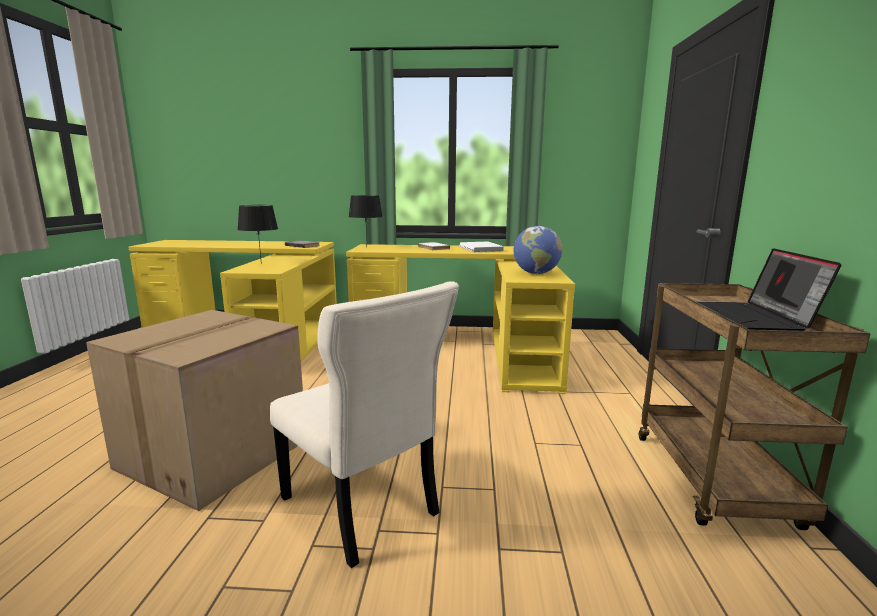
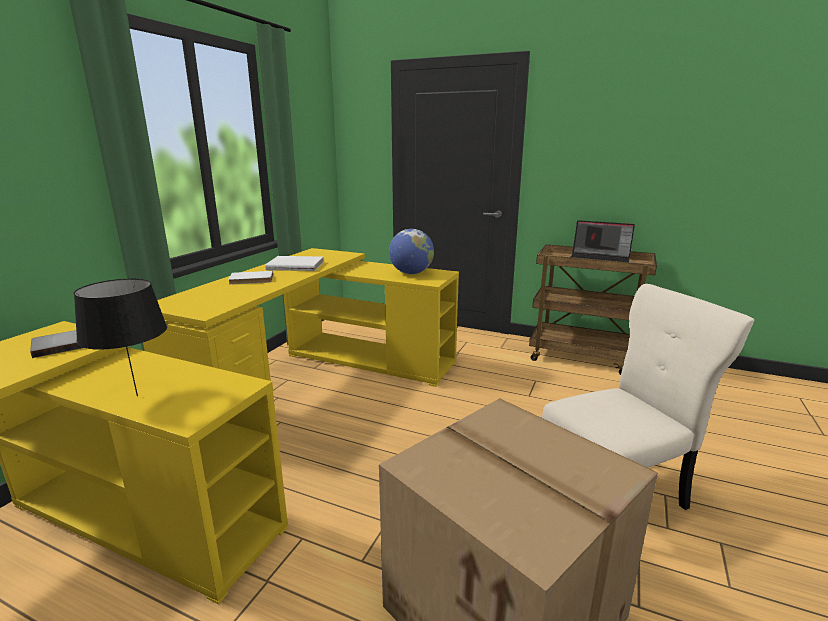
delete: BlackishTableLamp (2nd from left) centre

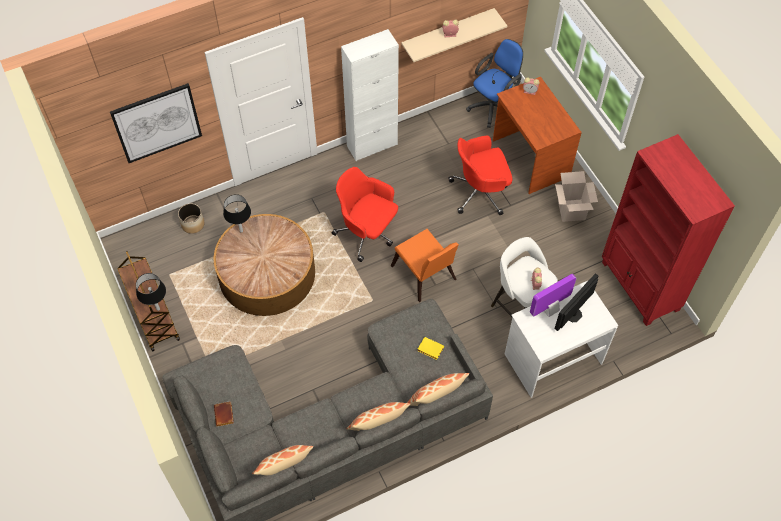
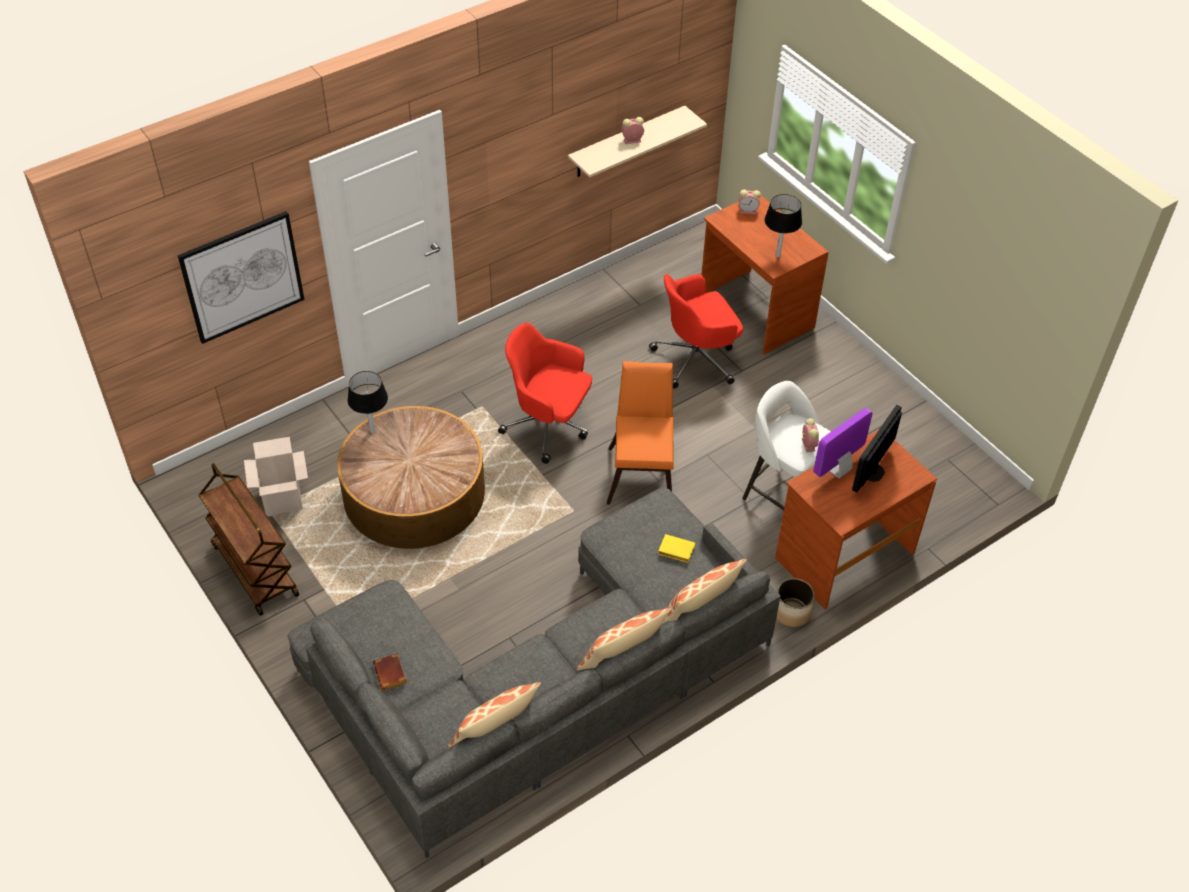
delete: WhiteStorageCabinet top centre; BluishDeskChair top centre; RedColouredBookshelf middle right
move: BlackishTableLamp (1st from left in the first image) middle left to BlackishTableLamp (2nd from left) top centre; PlantPot middle left to bottom right; CardboardBox middle right to middle left
recolor: WhiteDesk middle right to BrownColouredDesk (2nd from left) middle right
rotate: OrangeChair centre = centre 135 degrees counterclockwise

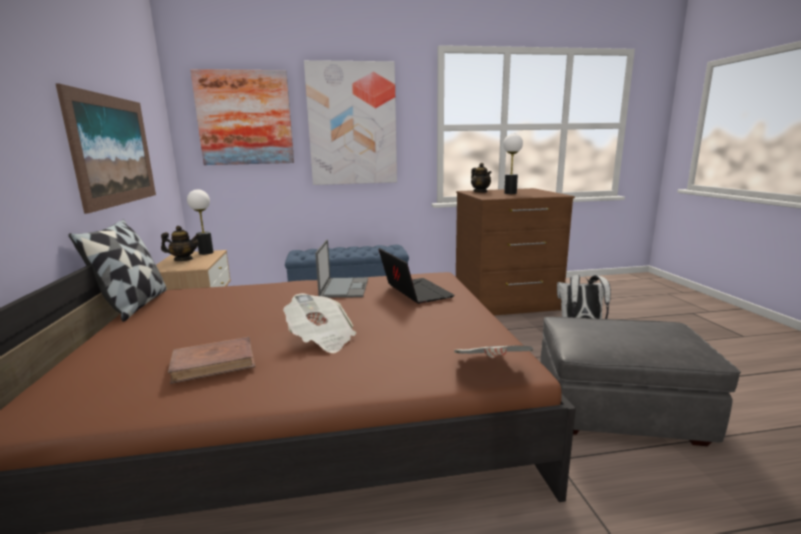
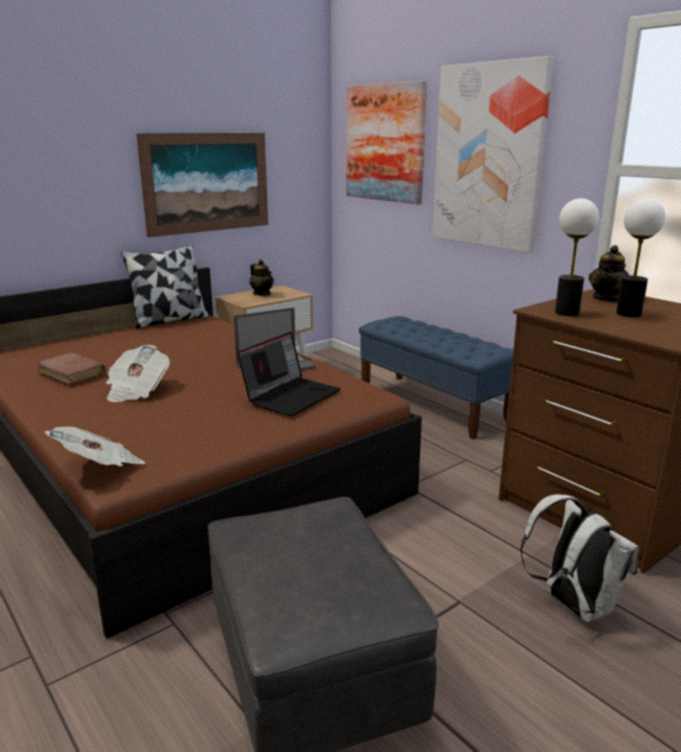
move: TableLamp (1st from left) middle left to middle right

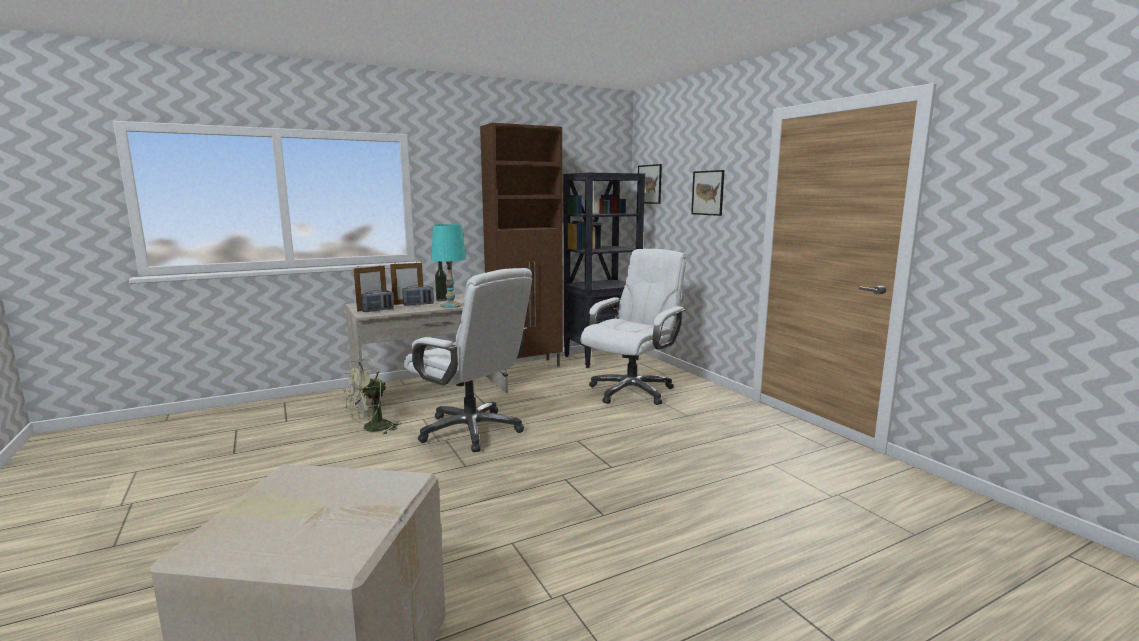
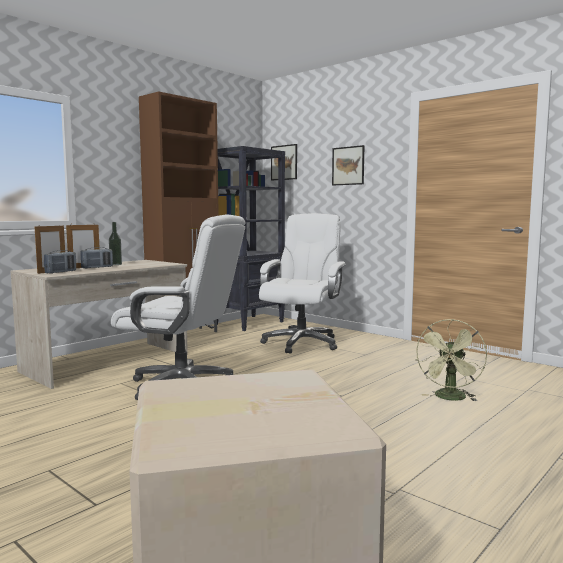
delete: TurquoiseTableLamp centre
move: GreenFan middle left to middle right

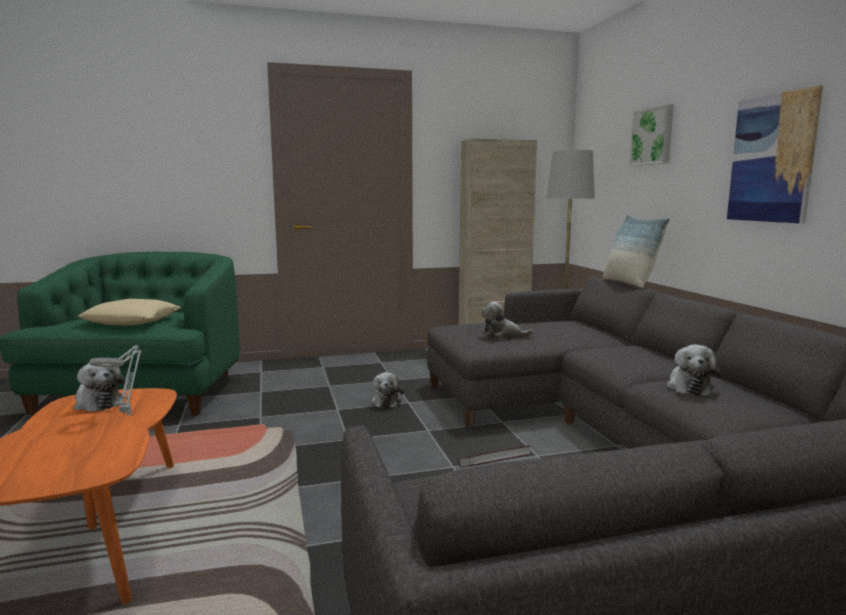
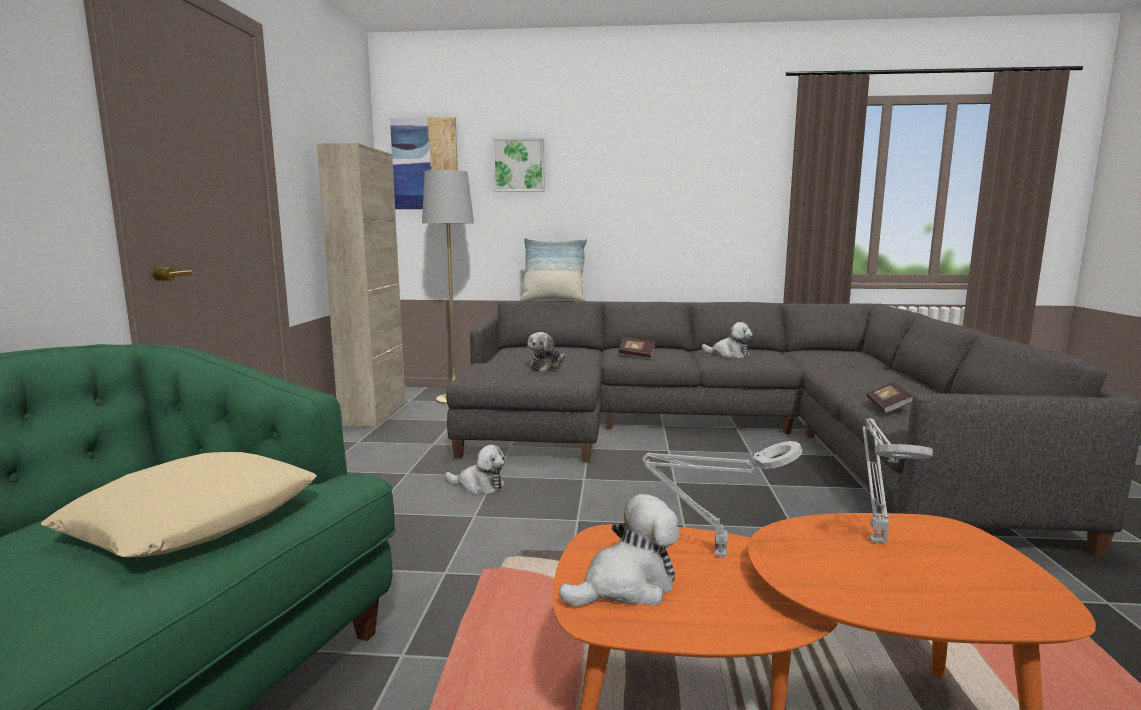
insert: BoundBook (1st from left) centre; GrayTableLamp (2nd from left) bottom right
move: Picture (2nd from left in the first image) top right to Picture (1st from left) top centre

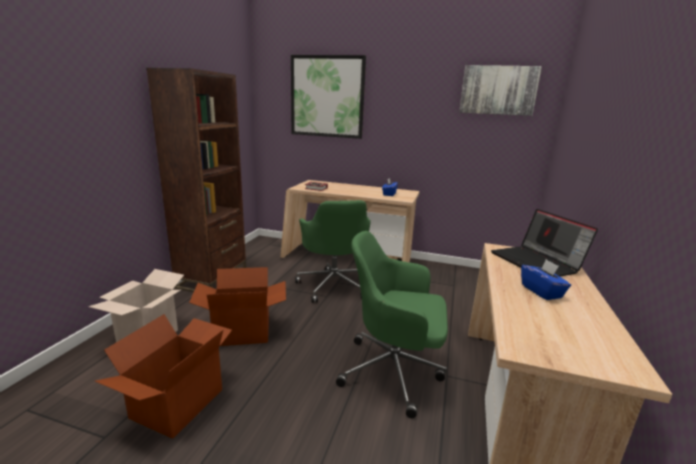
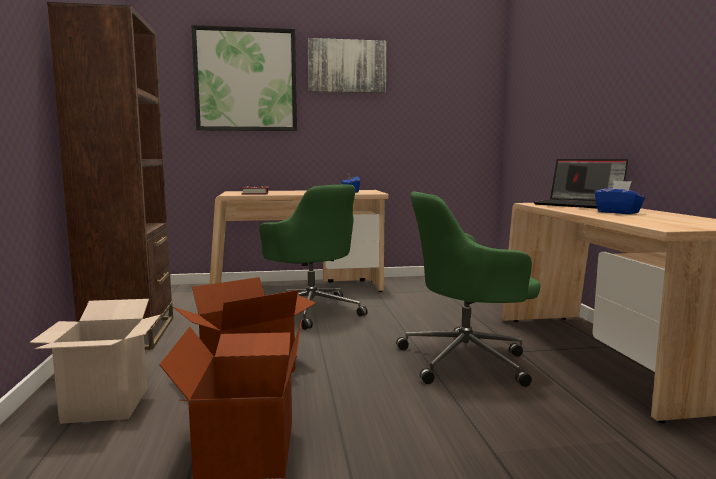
move: Picture (2nd from left) top right to top centre

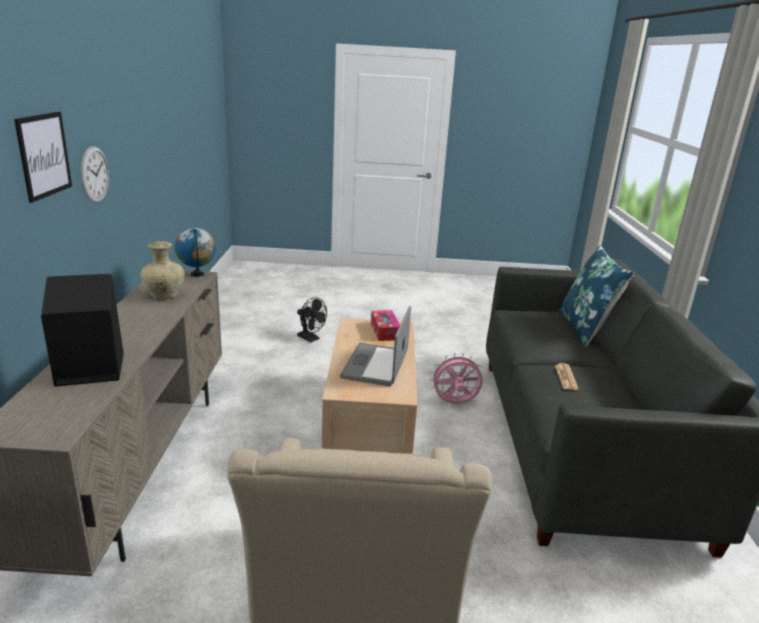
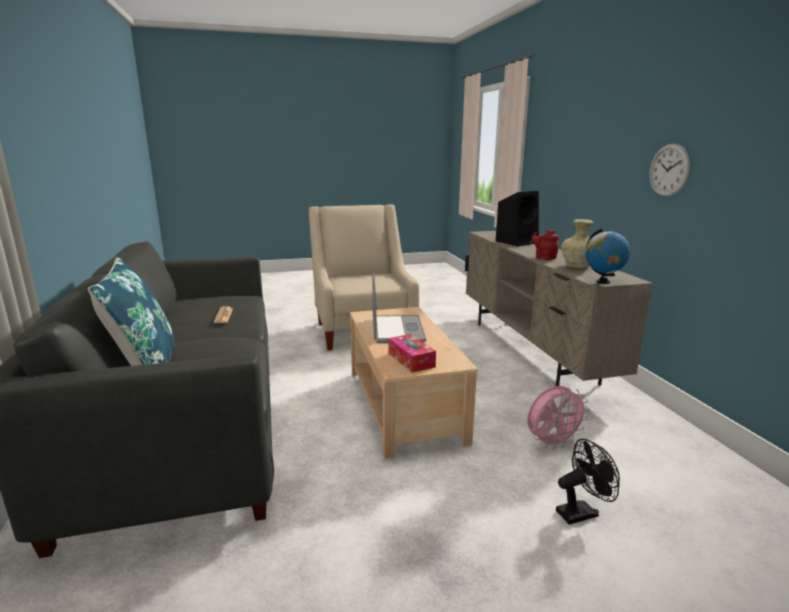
delete: Picture top left
insert: RedColouredTeaPot middle right
move: PinkFan centre to bottom right
rotate: BlackishFan centre = bottom right 135 degrees clockwise

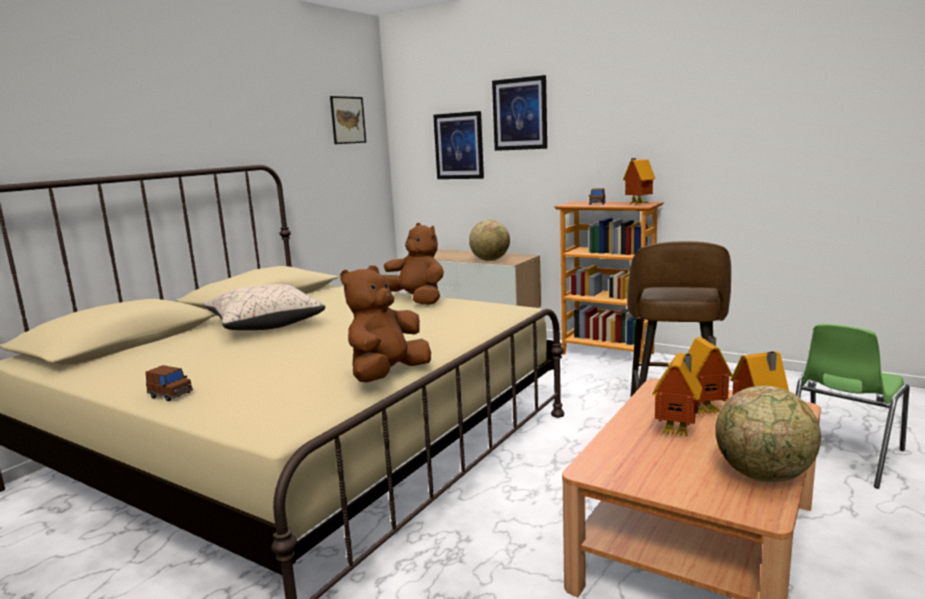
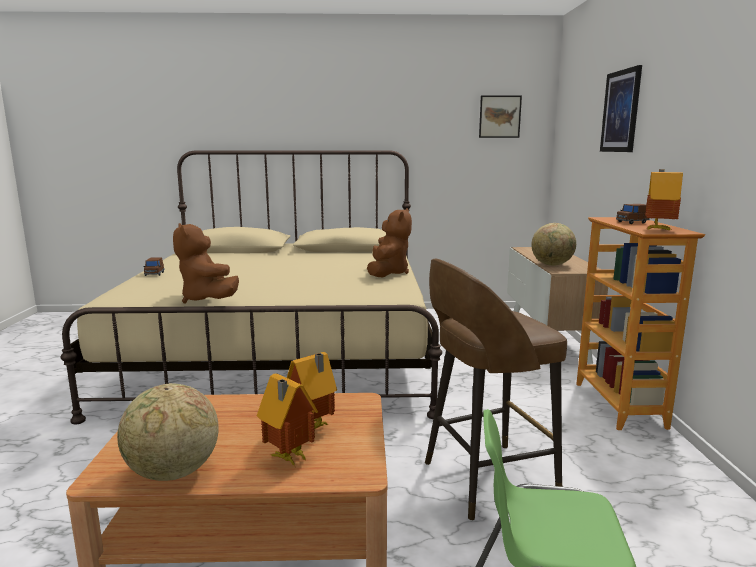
delete: SandColouredCushion middle left; Picture (2nd from left) top centre; MiniatureHouse (2nd from left) middle right
rotate: BrownColouredSoftToy (1st from left) centre = middle left 120 degrees counterclockwise

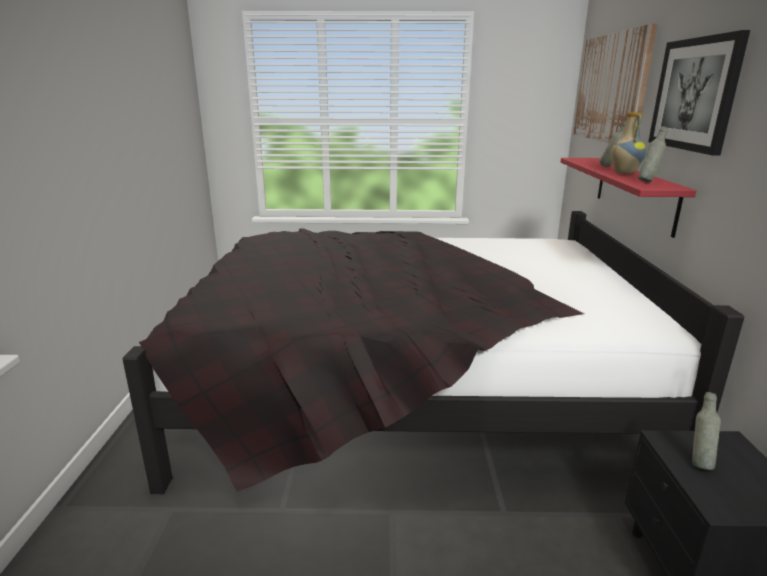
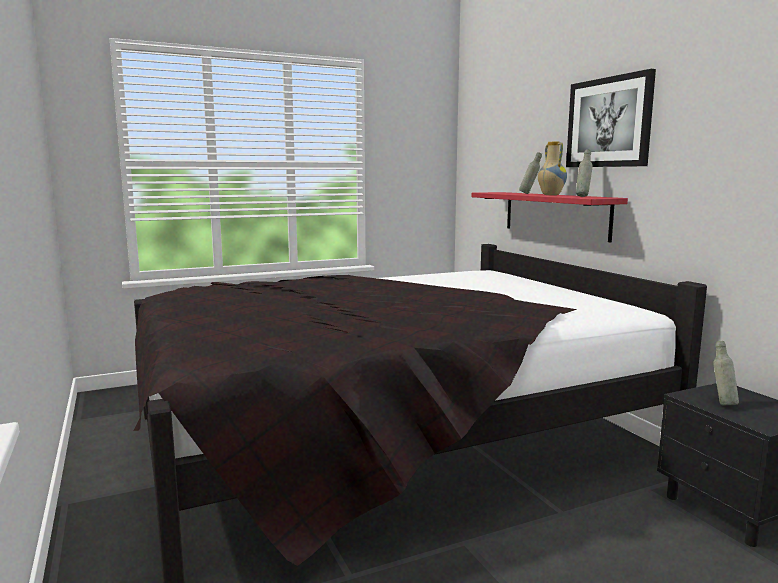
delete: Picture (1st from left) top right

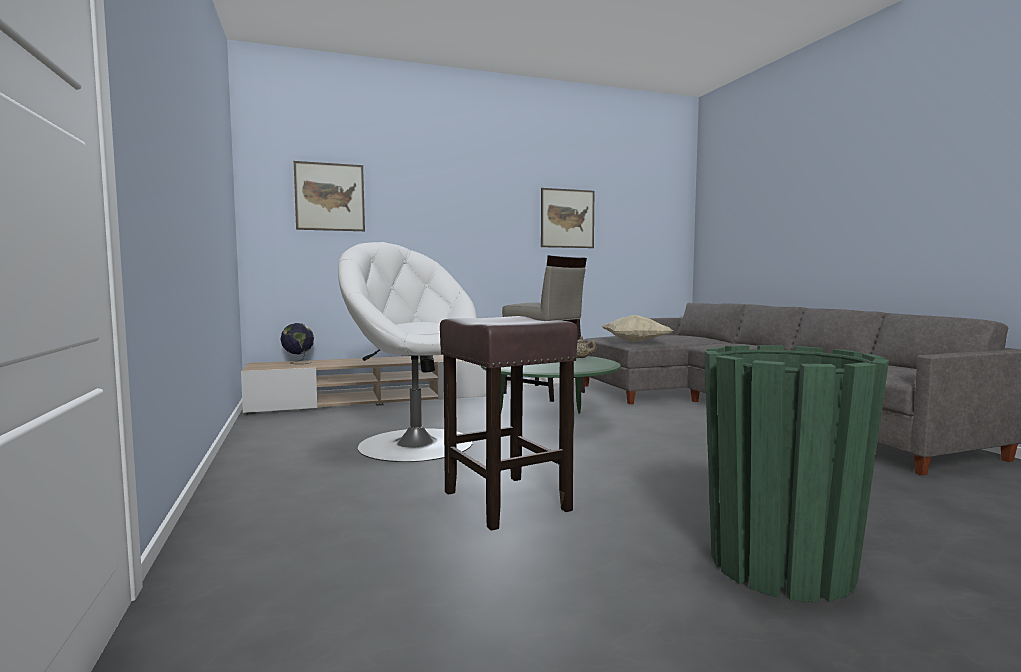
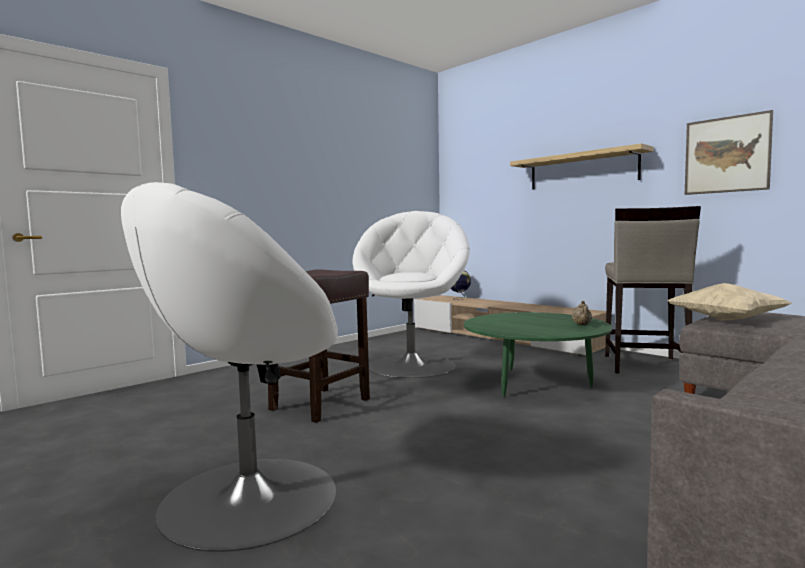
delete: Picture (1st from left) top left
insert: BracketShelf top right
replace: GreenPlantPot bottom right to WhiteArmchair (1st from left) middle left

